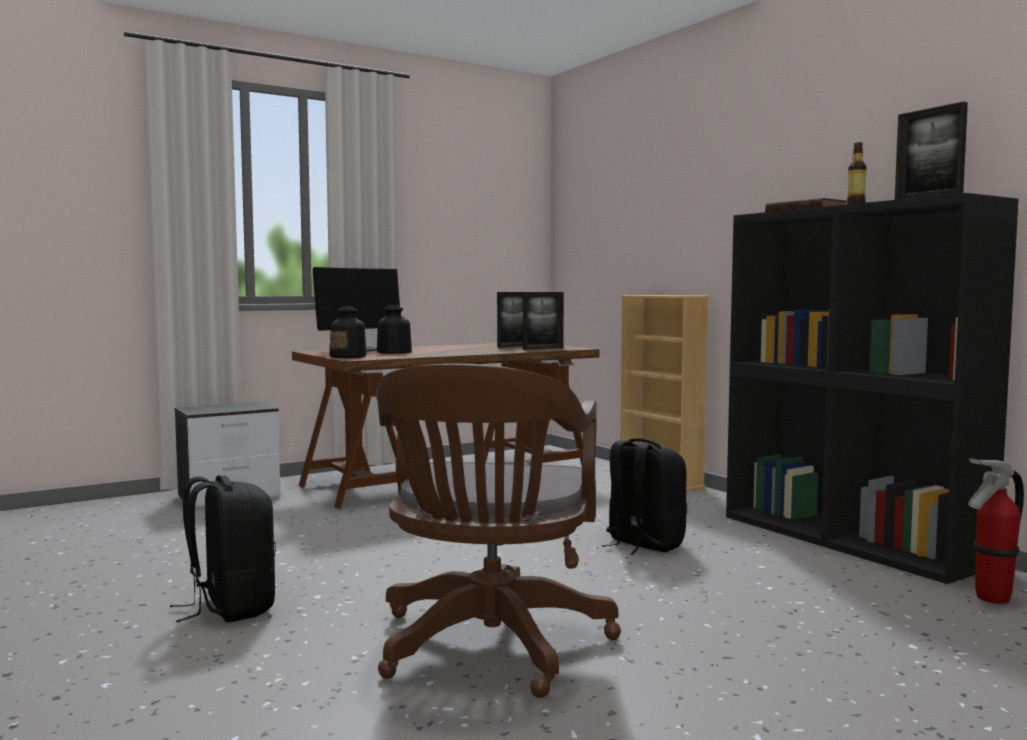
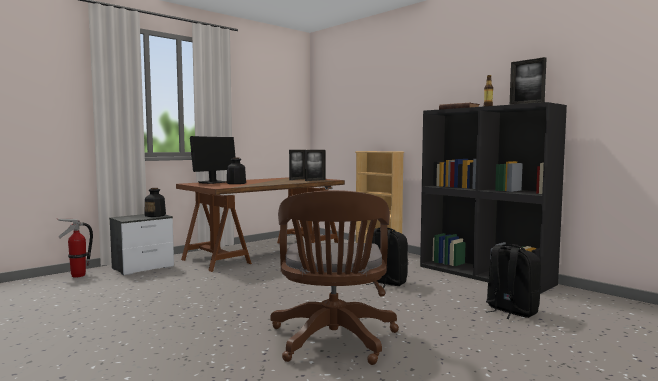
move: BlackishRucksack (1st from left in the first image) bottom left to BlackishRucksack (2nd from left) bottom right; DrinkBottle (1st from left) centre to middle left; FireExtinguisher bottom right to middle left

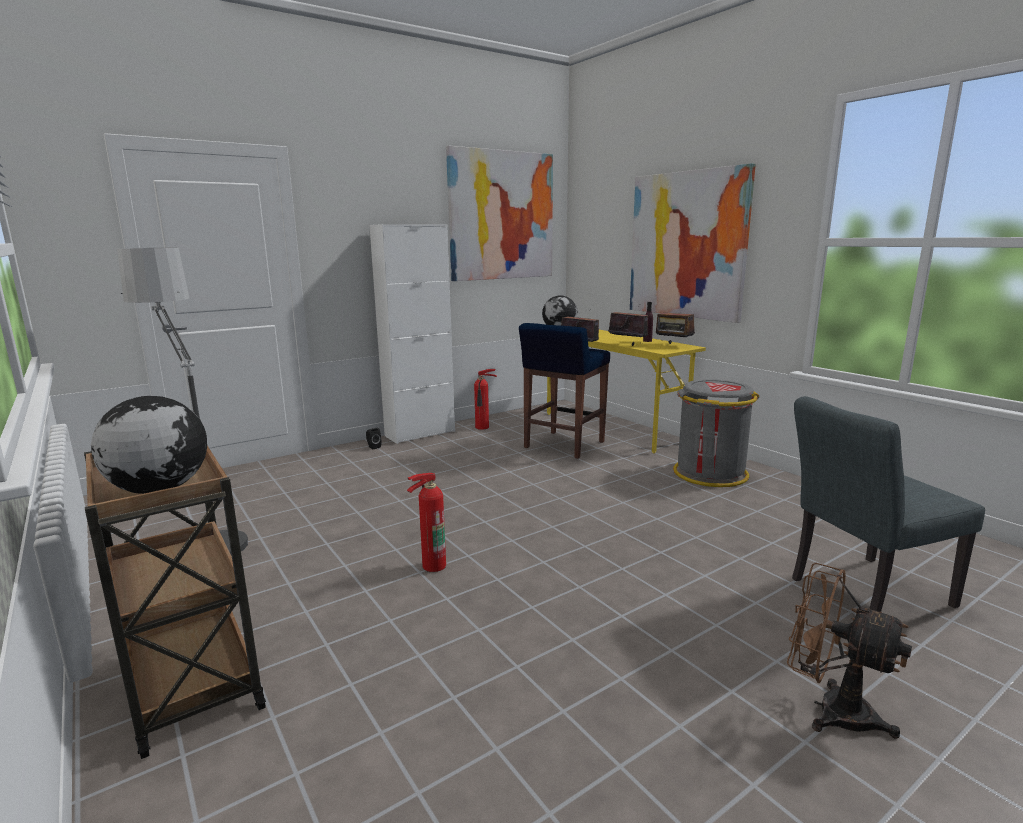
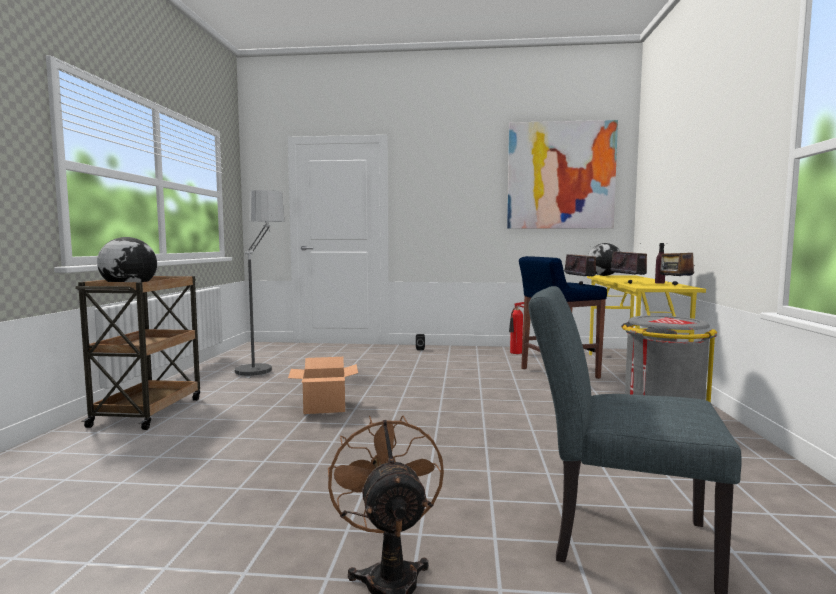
delete: WhiteStorageCabinet centre; Picture (2nd from left) top right
replace: FireExtinguisher (1st from left) centre to CardboardBox centre

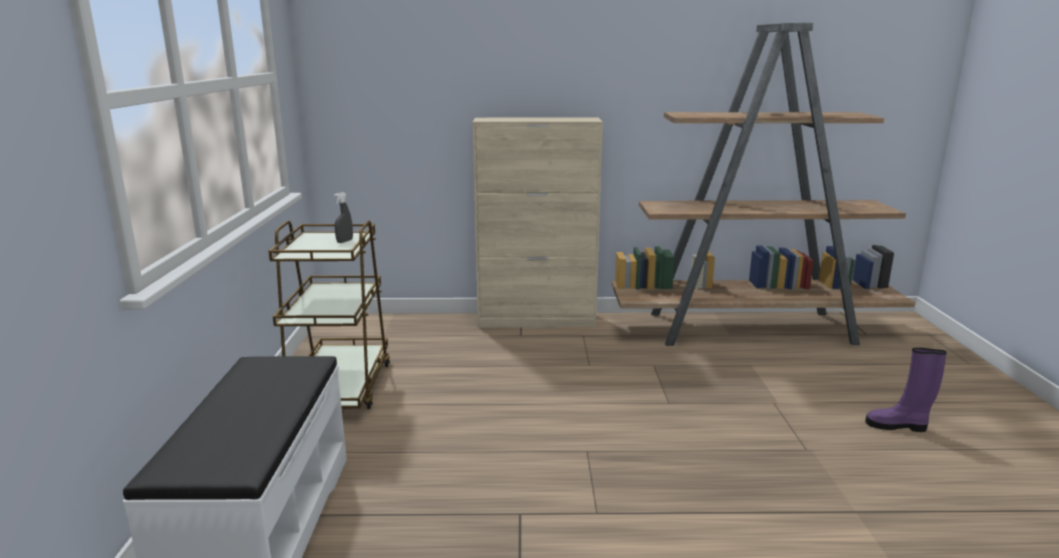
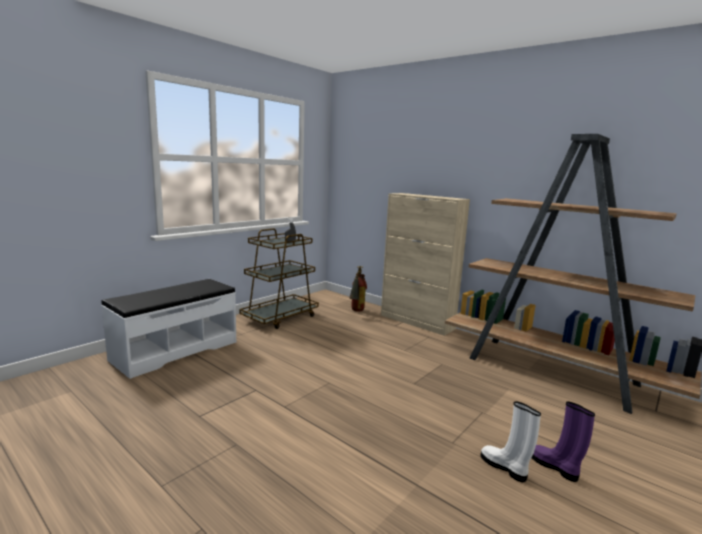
insert: FireExtinguisher centre; WhiteBoot bottom right

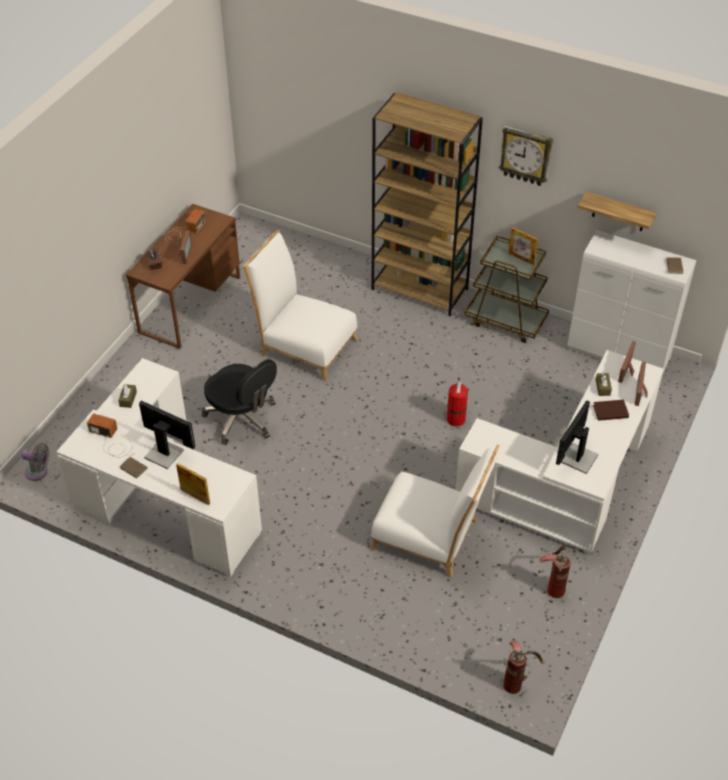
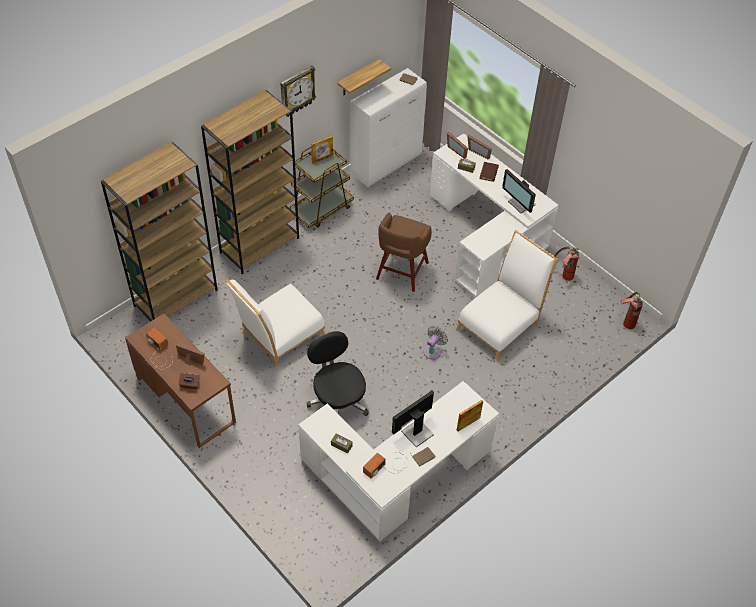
insert: BrownColouredBookshelf (1st from left) middle left
move: GrayFan middle left to centre
replace: FireExtinguisher (1st from left) centre to BrownColouredStool centre
rotate: BlackishDeskChair middle left = centre 90 degrees counterclockwise

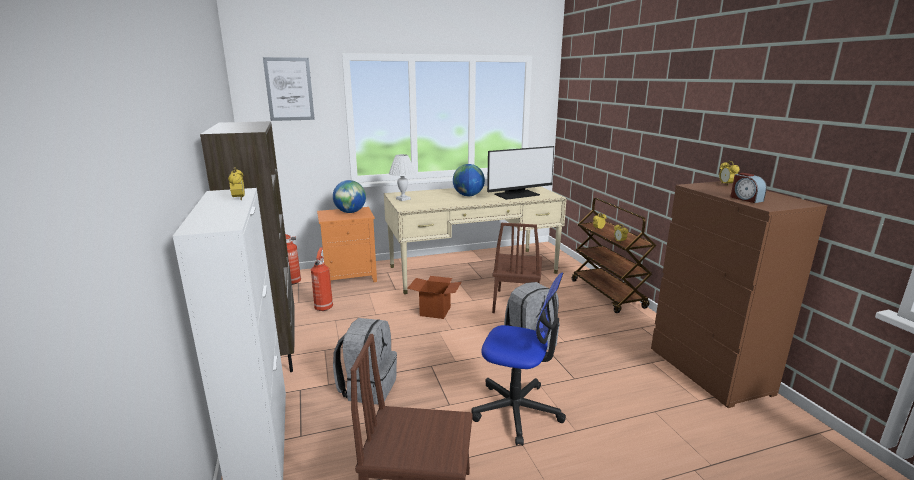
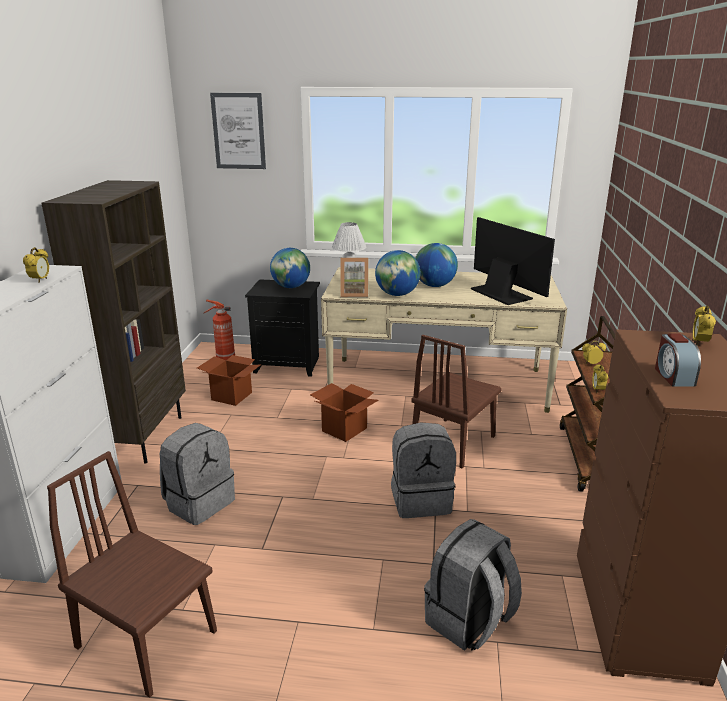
delete: DeskChair bottom centre
insert: StandingFrame centre; WorldGlobe (2nd from left) centre; GrayRucksack (3rd from left) bottom centre
replace: FireExtinguisher (2nd from left) centre to CardboardBox (1st from left) middle left
recolor: OrangeNightTable centre to BlackishNightTable centre
rotate: ComputerScreen centre = middle right 120 degrees counterclockwise

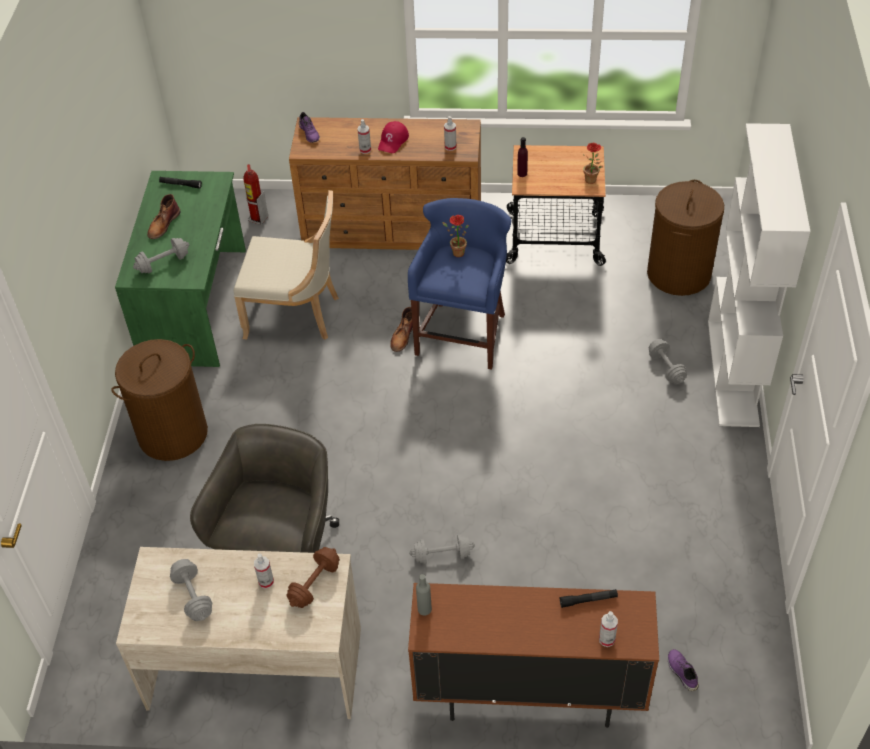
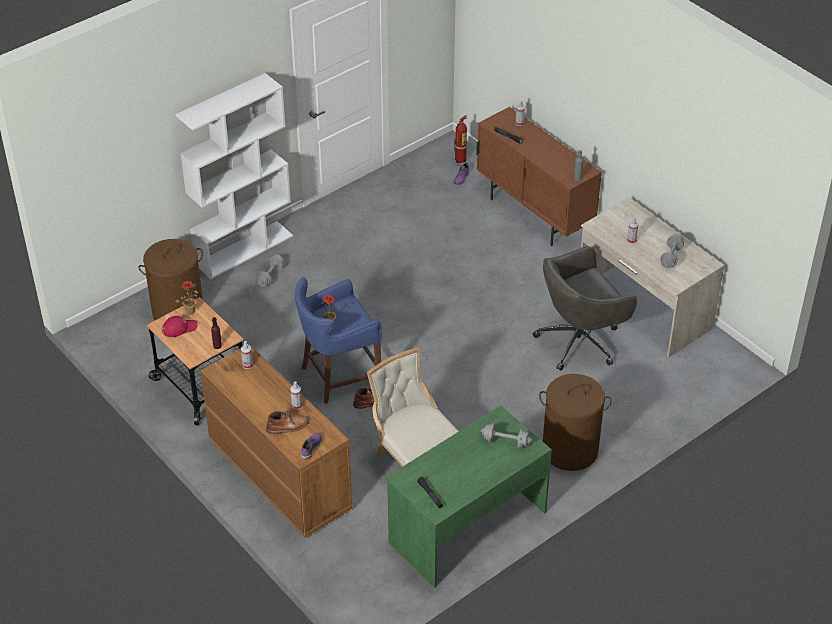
delete: BrownColouredHandWeight bottom centre; GrayHandWeight (3rd from left) bottom centre
move: BrownColouredBoot (1st from left) top left to bottom centre; FireExtinguisher top left to top centre; RedColouredCap top centre to middle left

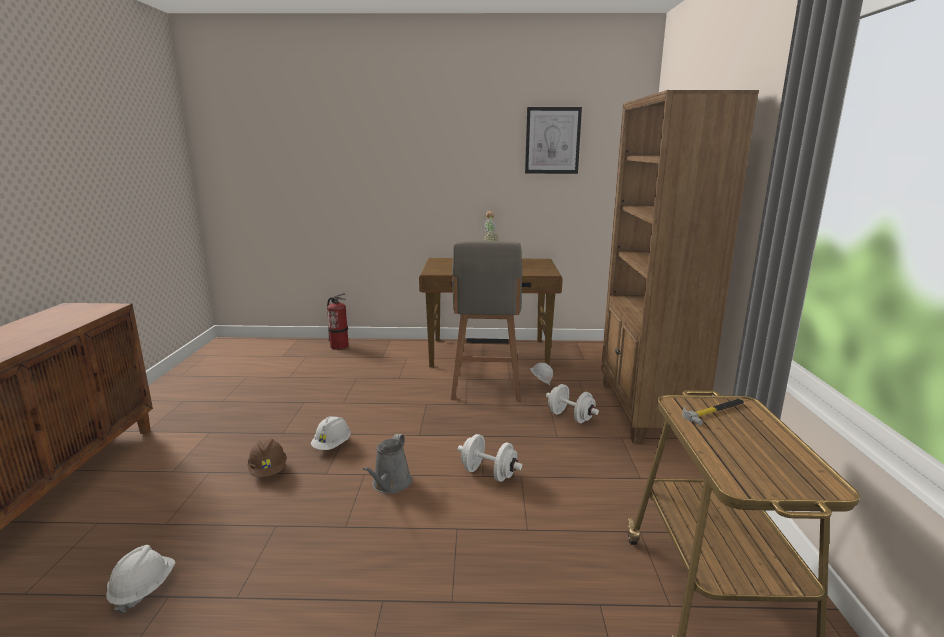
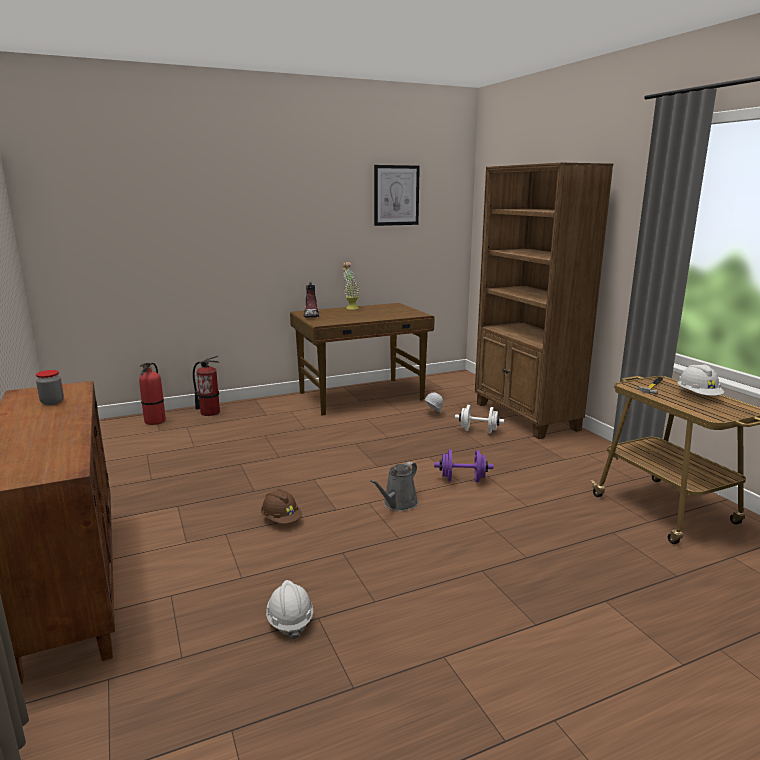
delete: GrayStool centre
insert: PreserveJar middle left; FireExtinguisher (1st from left) middle left; Boot centre
move: WhiteSafetyHelmet (2nd from left in the first image) bottom centre to WhiteSafetyHelmet (3rd from left) middle right
recolor: WhiteHandWeight (1st from left) bottom centre to PurpleHandWeight centre
rotate: GraySprinklingCan bottom centre = centre 45 degrees clockwise

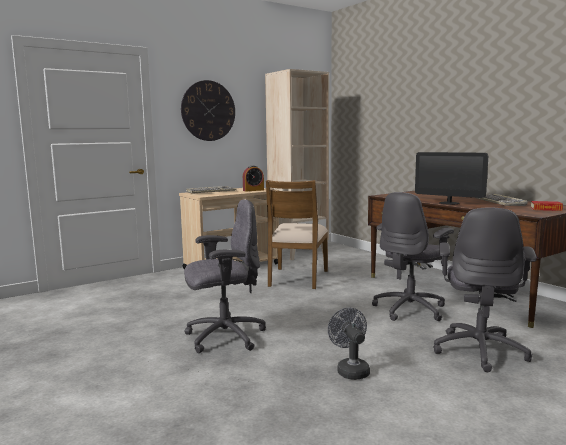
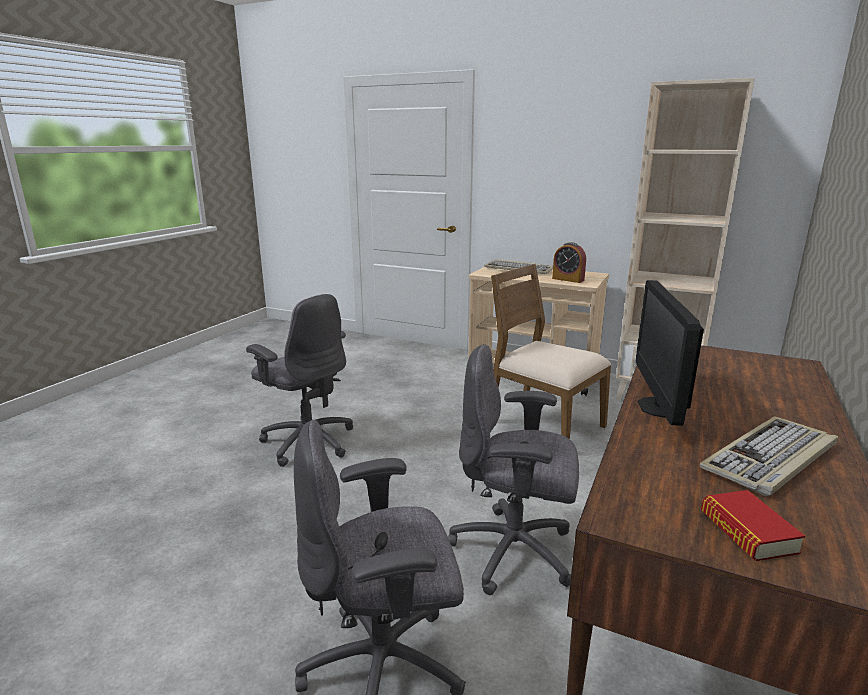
delete: HangingClock top centre; GrayFan bottom centre
rotate: BrownColouredChair centre = centre 60 degrees clockwise

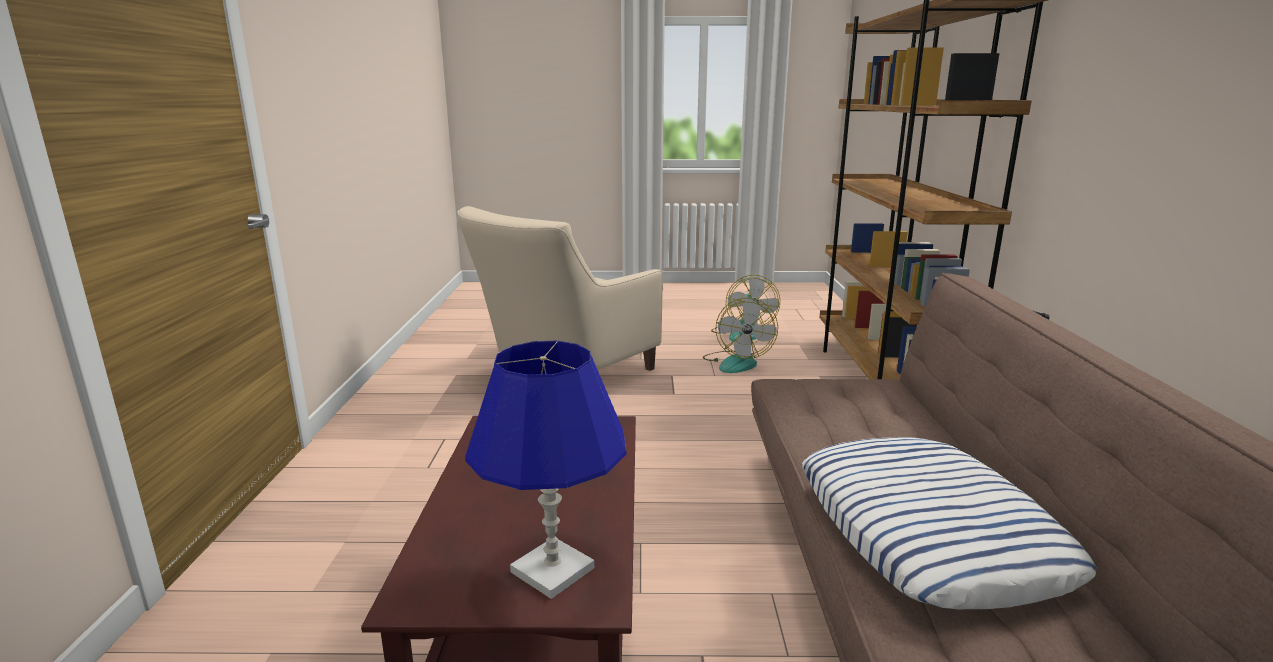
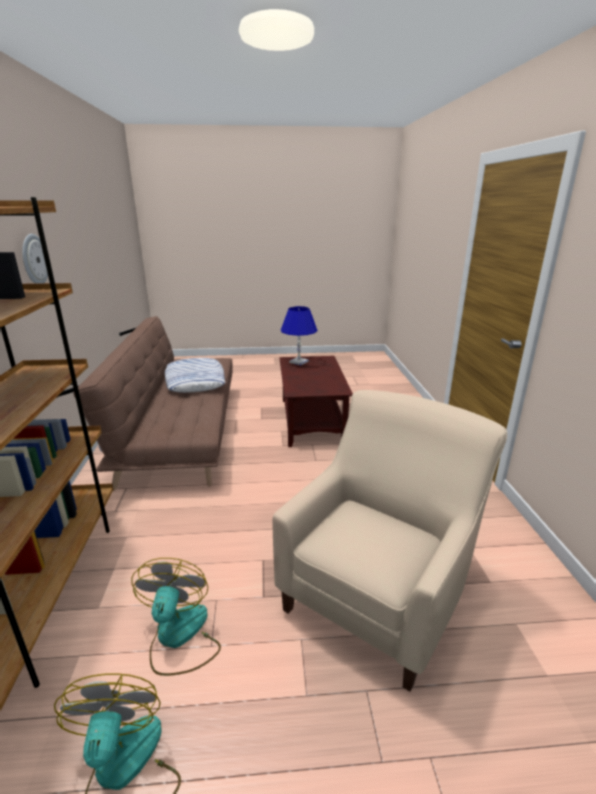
insert: HangingClock top left

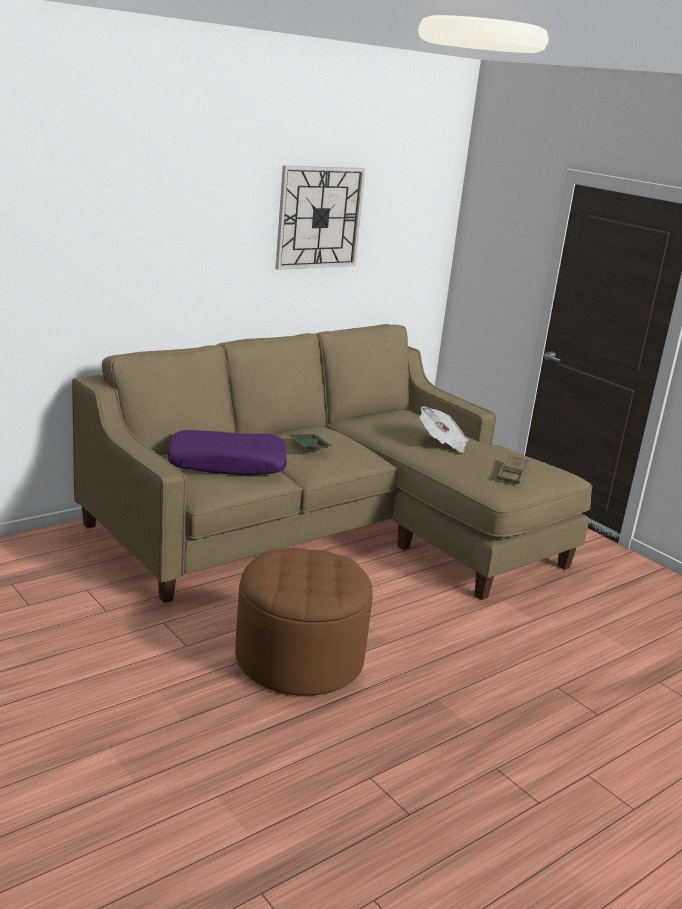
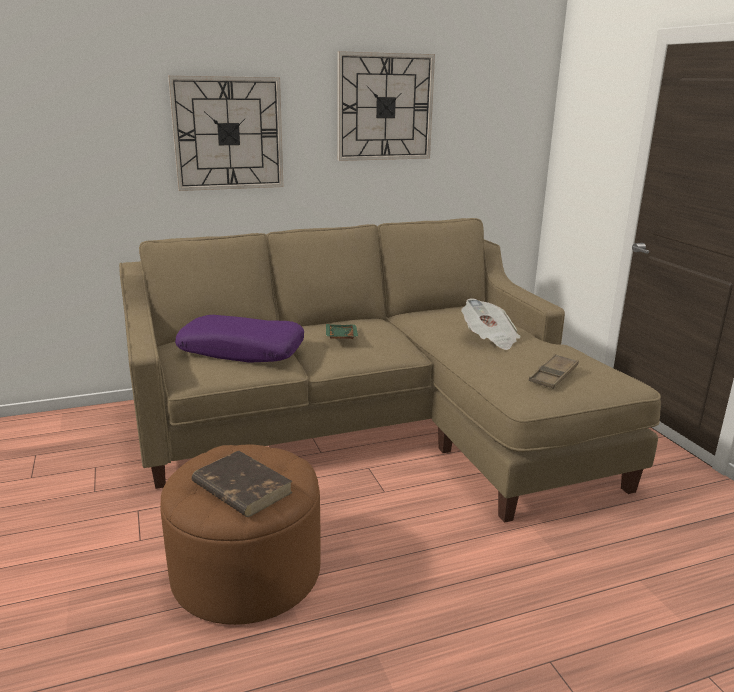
insert: HangingClock (1st from left) top left; BrownColouredBoundBook bottom left

